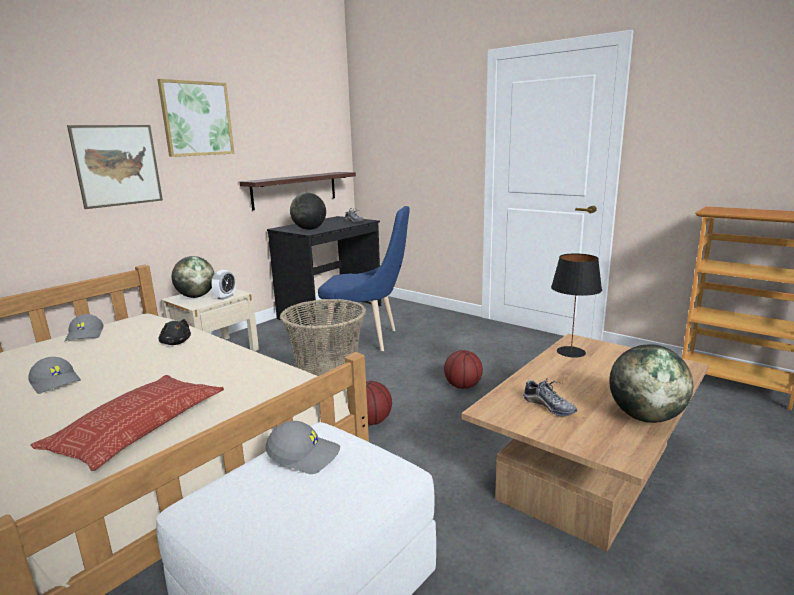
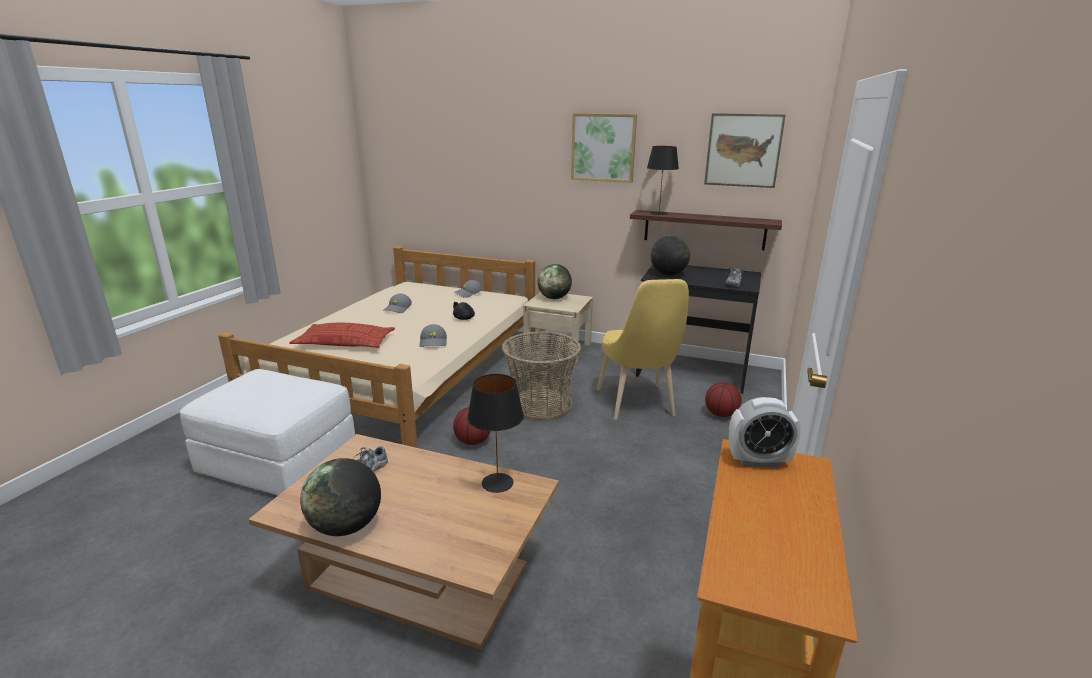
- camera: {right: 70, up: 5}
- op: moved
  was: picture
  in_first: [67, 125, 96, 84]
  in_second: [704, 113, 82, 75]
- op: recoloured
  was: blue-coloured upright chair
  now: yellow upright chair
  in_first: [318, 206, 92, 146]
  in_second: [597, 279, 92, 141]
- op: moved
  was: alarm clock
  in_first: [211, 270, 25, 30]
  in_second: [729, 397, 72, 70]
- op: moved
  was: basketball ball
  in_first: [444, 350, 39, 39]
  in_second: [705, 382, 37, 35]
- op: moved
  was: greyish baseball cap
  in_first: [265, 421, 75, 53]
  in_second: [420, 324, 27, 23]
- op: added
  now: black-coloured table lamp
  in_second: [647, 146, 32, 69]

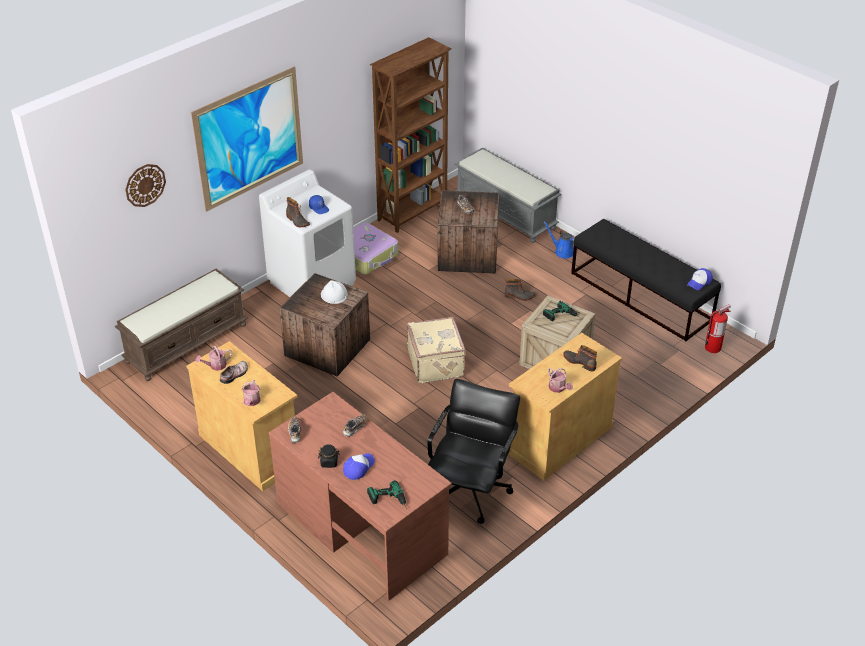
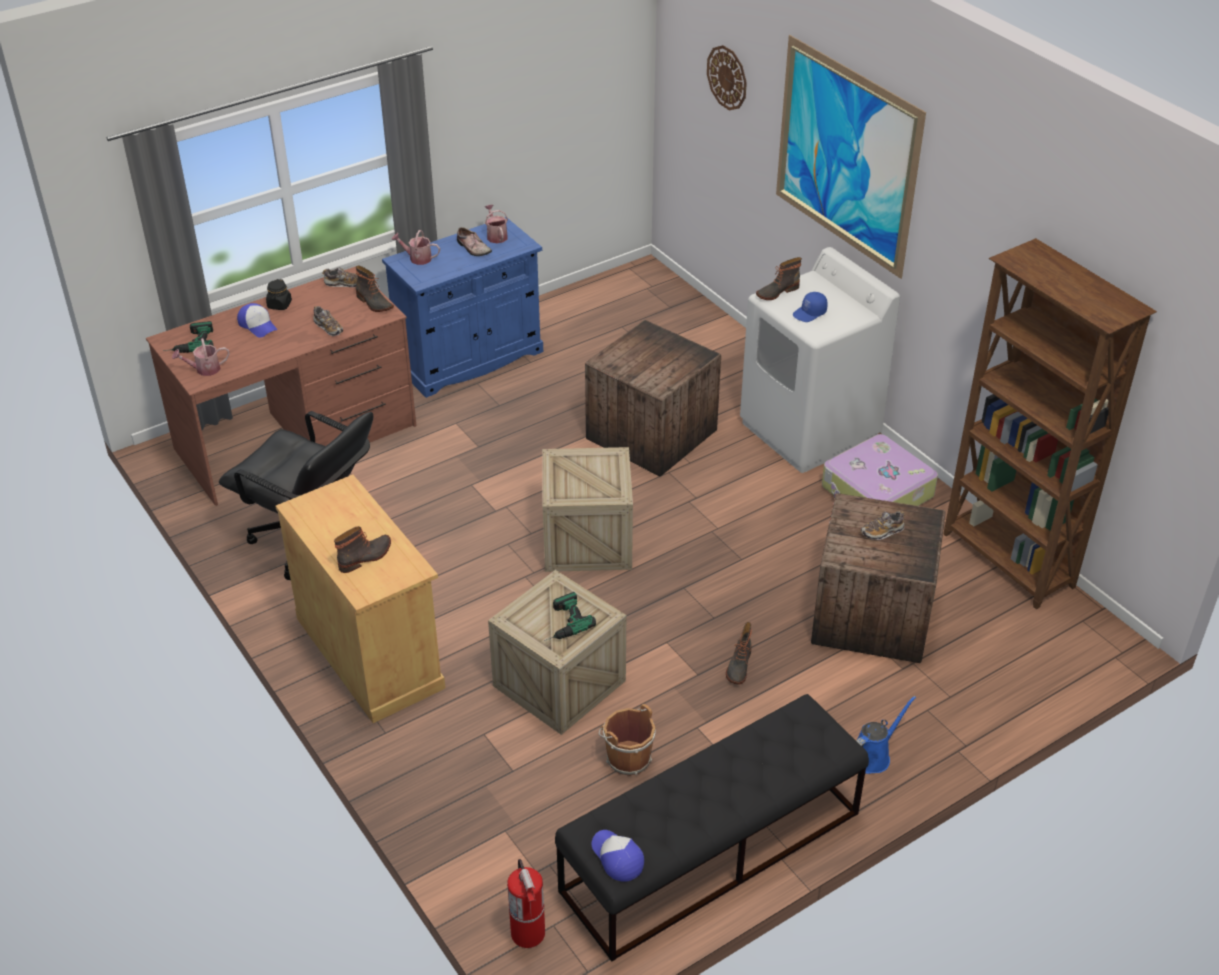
- camera: {right: 100, up: 0}
- op: removed
  was: greyish bench
  in_first: [455, 148, 106, 95]
- op: removed
  was: brownish bench
  in_first: [115, 269, 133, 112]
- op: removed
  was: white safety helmet
  in_first: [321, 280, 27, 24]
- op: replaced
  was: sand-coloured suitcase
  now: shipping crate
  in_first: [407, 317, 59, 66]
  in_second: [542, 447, 91, 125]
- op: recoloured
  was: sand-coloured cabinet
  now: blue-coloured cabinet
  in_first: [186, 341, 112, 150]
  in_second: [382, 217, 161, 181]
- op: moved
  was: watering pot
  in_first: [548, 368, 24, 25]
  in_second: [172, 338, 58, 38]
- op: added
  now: boot
  in_second: [356, 265, 38, 47]
- op: added
  now: brownish bucket
  in_second: [599, 704, 57, 72]

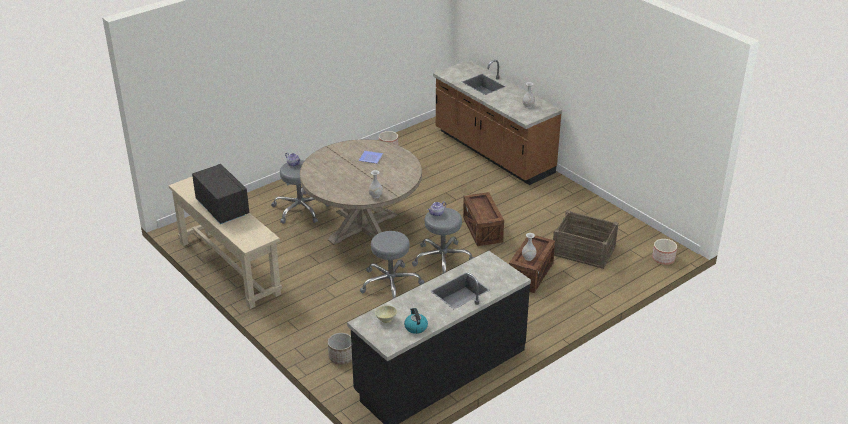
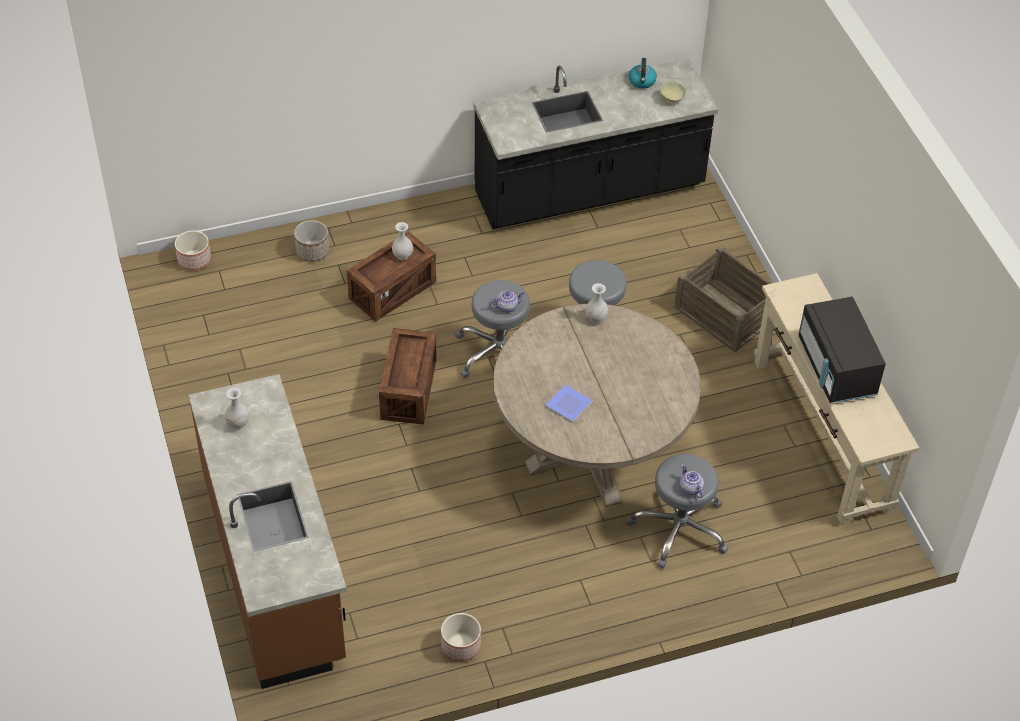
- camera: {right: -160, up: 15}
- op: moved
  was: shipping crate
  in_first: [553, 210, 65, 59]
  in_second: [674, 245, 97, 107]
- op: moved
  was: plant pot
  in_first: [328, 333, 24, 31]
  in_second: [294, 220, 35, 42]

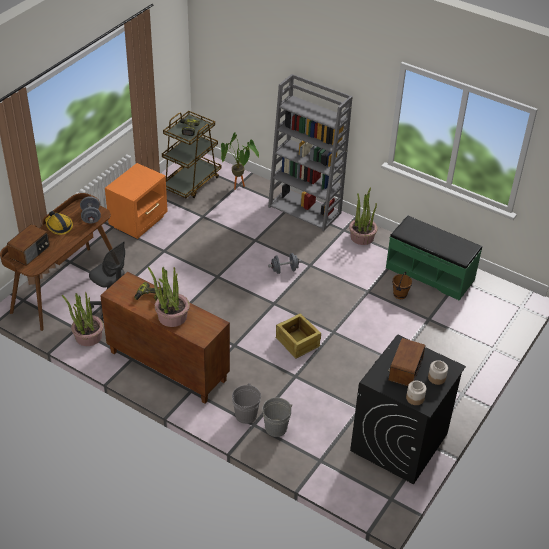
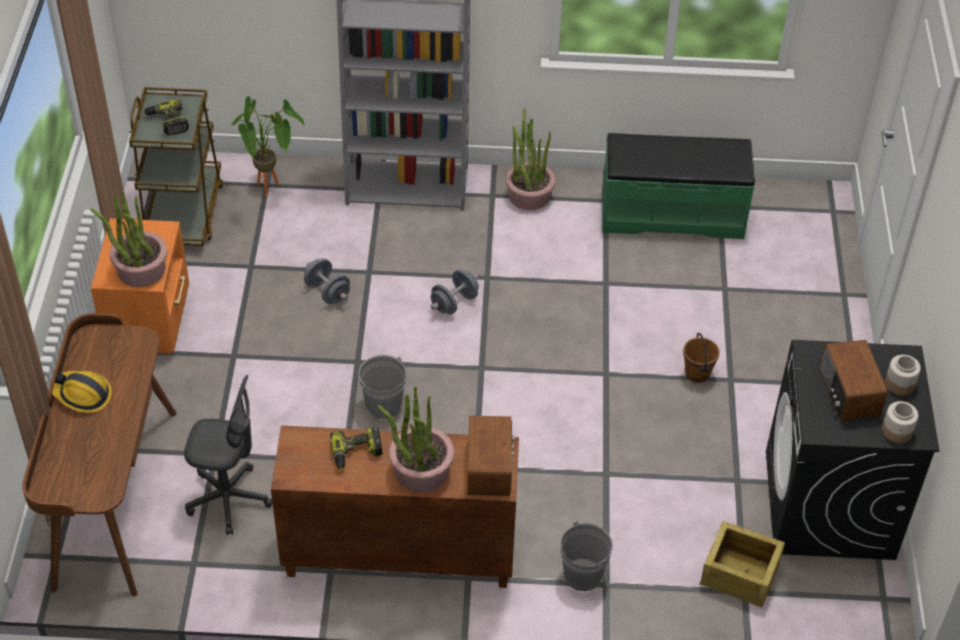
- camera: {right: -30, up: 5}
- op: moved
  was: greyish dumbbell
  in_first: [80, 196, 21, 28]
  in_second: [304, 259, 46, 45]
- op: moved
  was: radio
  in_first: [7, 224, 43, 42]
  in_second: [467, 416, 48, 80]
- op: moved
  was: brownish bucket
  in_first: [392, 272, 20, 27]
  in_second: [683, 333, 37, 50]
- op: moved
  was: potted plant
  in_first: [62, 292, 42, 54]
  in_second: [90, 191, 77, 96]
- op: moved
  was: shipping crate
  in_first: [275, 313, 46, 46]
  in_second: [699, 521, 86, 86]
- op: moved
  was: greyish bucket
  in_first: [261, 398, 32, 39]
  in_second: [358, 355, 48, 64]

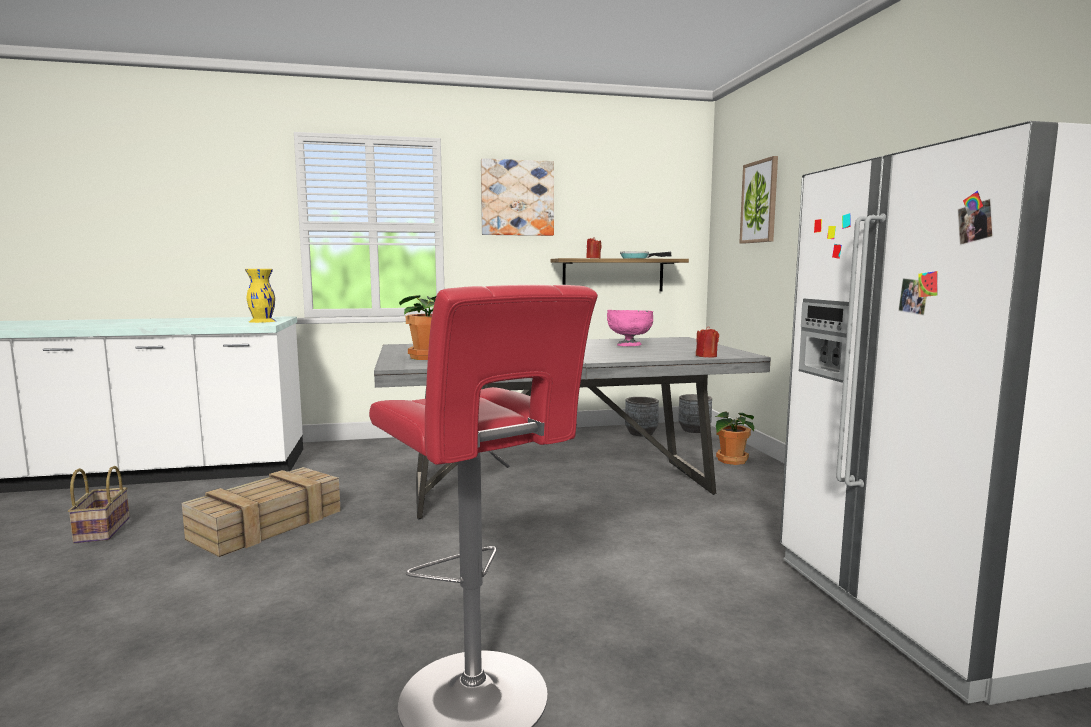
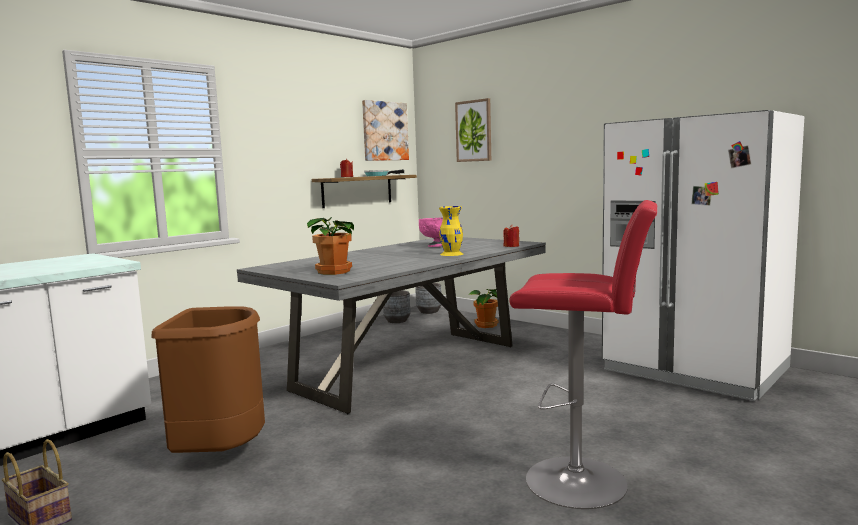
- camera: {right: -35, up: 0}
- op: moved
  was: picture
  in_first: [481, 158, 73, 78]
  in_second: [362, 100, 47, 61]
- op: moved
  was: yellow vase
  in_first: [245, 269, 31, 54]
  in_second: [439, 206, 24, 50]
- op: replaced
  was: shipping crate
  now: brownish trash can
  in_first: [182, 467, 159, 90]
  in_second: [151, 306, 114, 147]

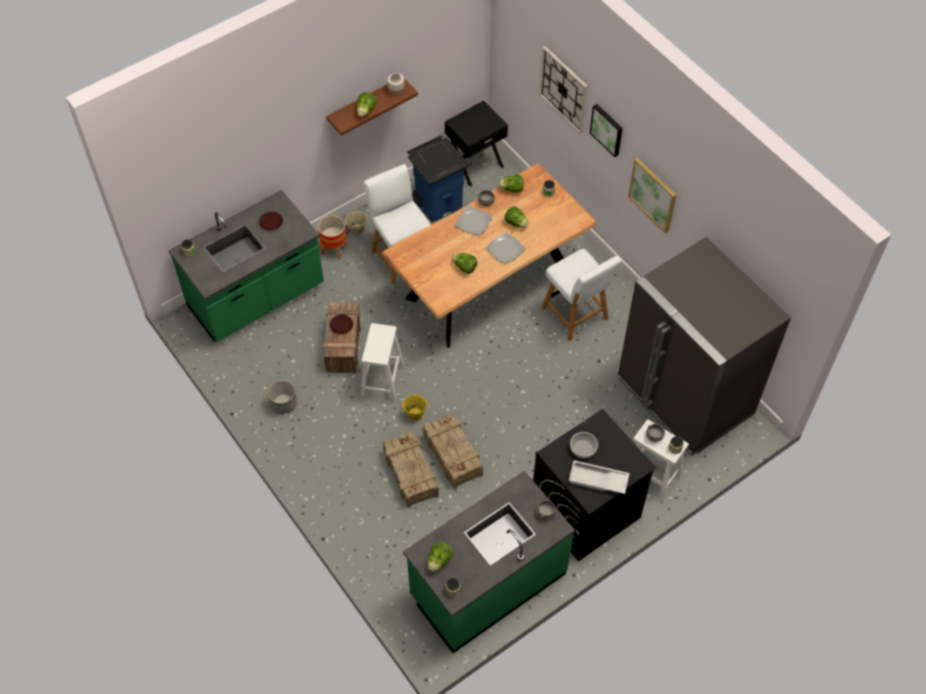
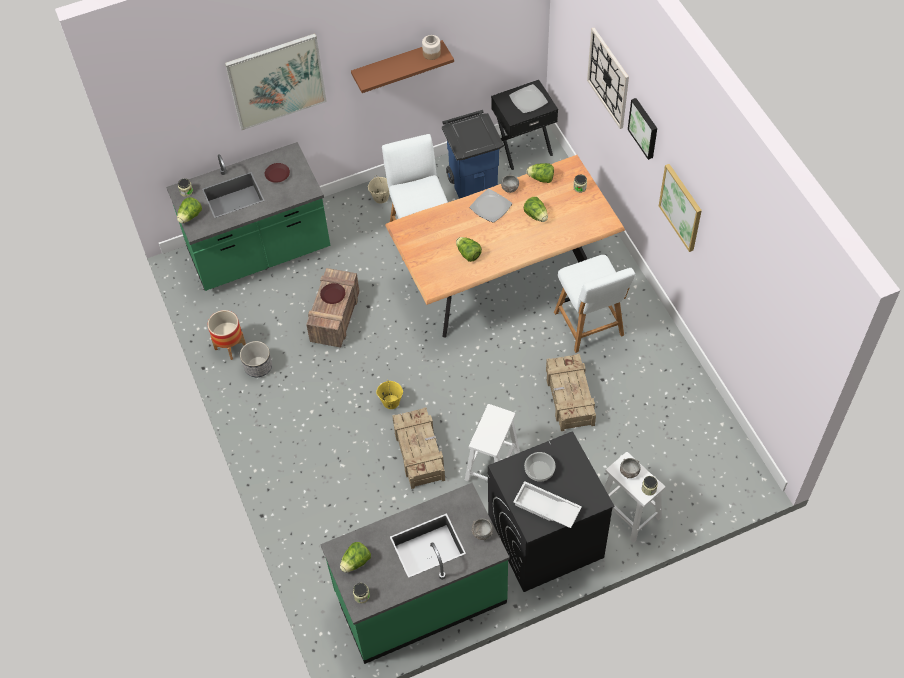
- camera: {right: 15, up: 0}
- op: moved
  was: lettuce
  in_first: [357, 92, 20, 25]
  in_second: [177, 197, 25, 26]
- op: moved
  was: plant pot
  in_first: [318, 215, 30, 45]
  in_second: [208, 310, 38, 50]
- op: moved
  was: dinner plate
  in_first: [485, 232, 40, 32]
  in_second: [509, 84, 39, 29]
- op: removed
  was: greyish fridge
  in_first: [618, 237, 173, 219]
- op: moved
  was: white stool
  in_first: [361, 323, 43, 78]
  in_second: [465, 404, 55, 78]
- op: moved
  was: shipping crate
  in_first: [383, 431, 55, 77]
  in_second: [546, 354, 50, 77]
- op: added
  now: picture
  in_second: [225, 33, 102, 97]

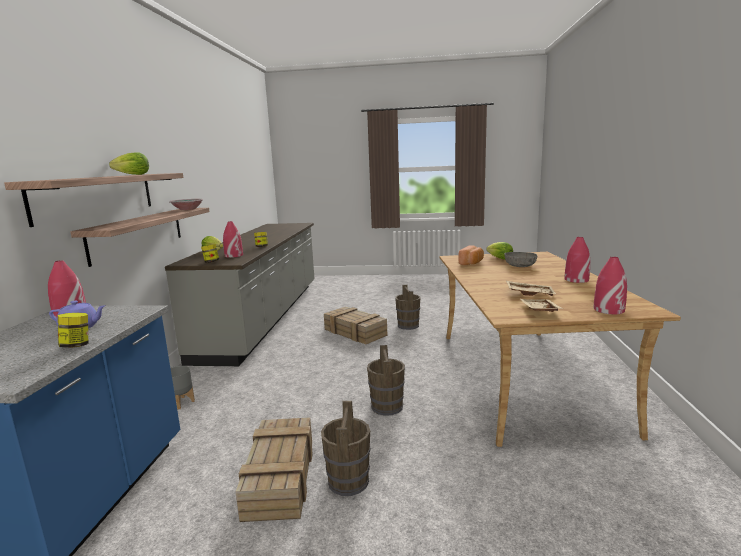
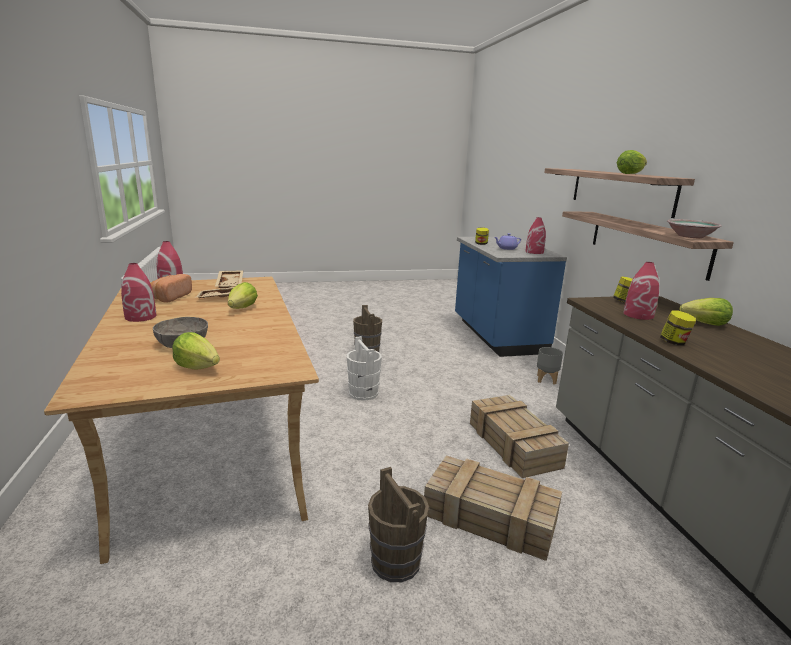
- camera: {right: 160, up: 5}
- op: moved
  was: bakery bread
  in_first: [458, 245, 26, 20]
  in_second: [151, 274, 41, 29]
- op: recoloured
  was: brownish bucket
  now: white bucket
  in_first: [367, 345, 38, 71]
  in_second: [347, 336, 35, 65]
- op: moved
  was: shipping crate
  in_first: [235, 417, 78, 105]
  in_second: [470, 395, 99, 83]
- op: added
  now: lettuce
  in_second: [228, 282, 30, 27]

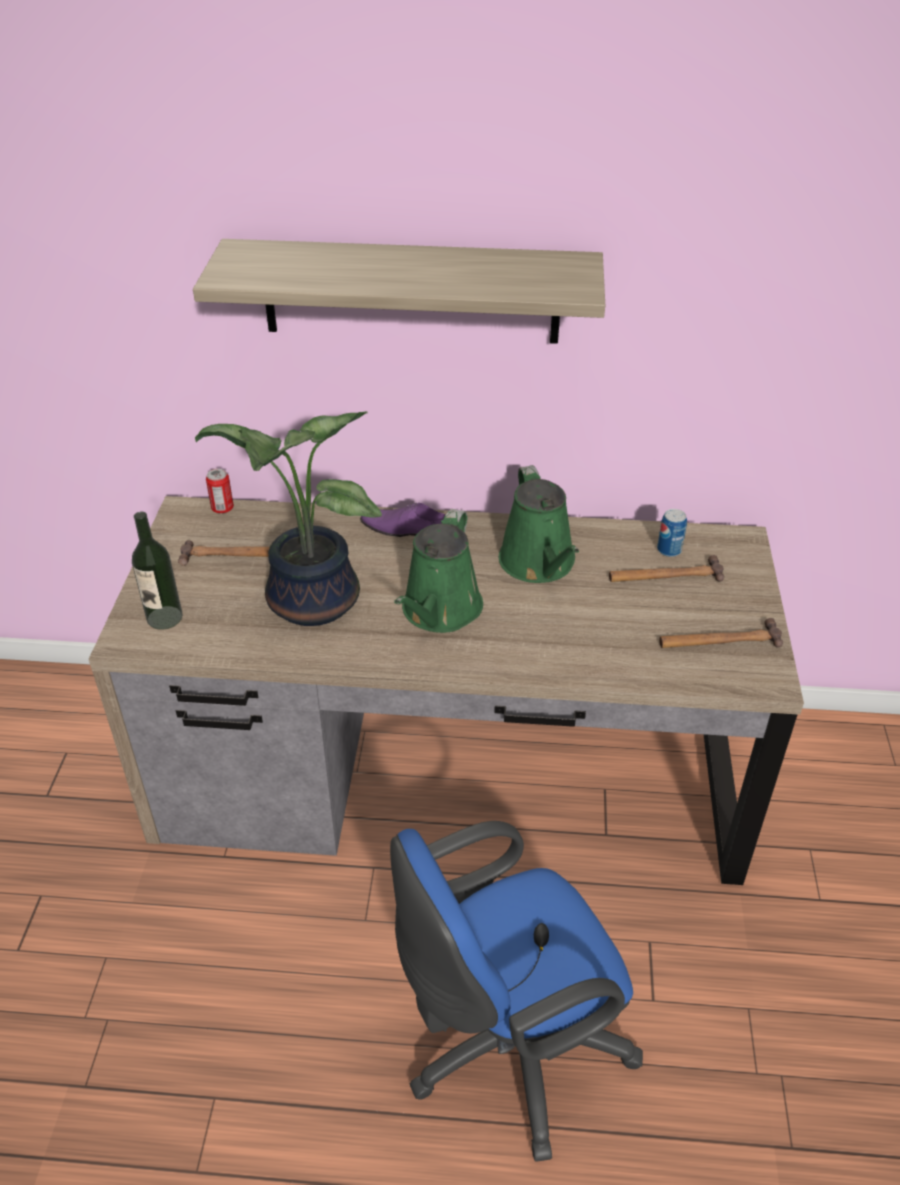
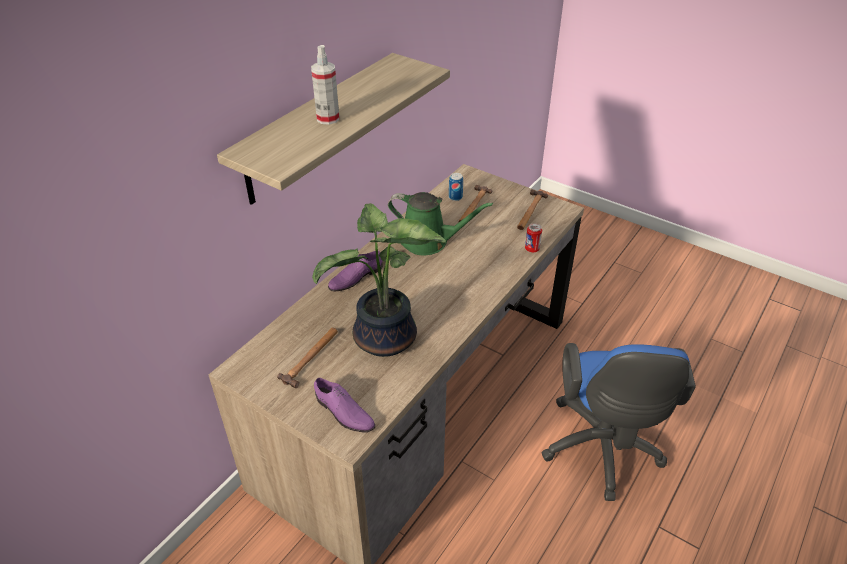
- camera: {right: -60, up: 0}
- op: moved
  was: sealed can
  in_first: [206, 469, 28, 45]
  in_second: [525, 223, 17, 29]
- op: removed
  was: greenish watering pot
  in_first: [394, 509, 89, 124]
- op: replaced
  was: beverage bottle
  now: purple low shoe
  in_first: [132, 512, 50, 118]
  in_second: [314, 378, 61, 54]
- op: added
  now: sprayer
  in_second: [311, 45, 29, 80]

